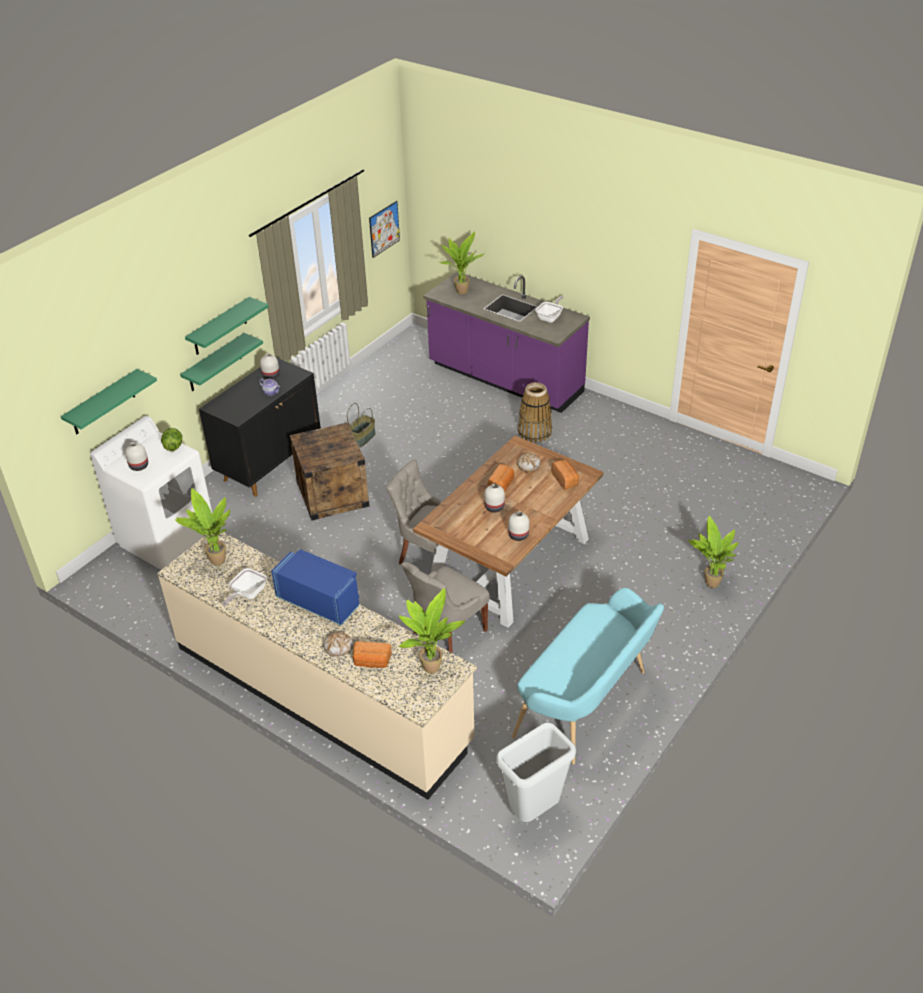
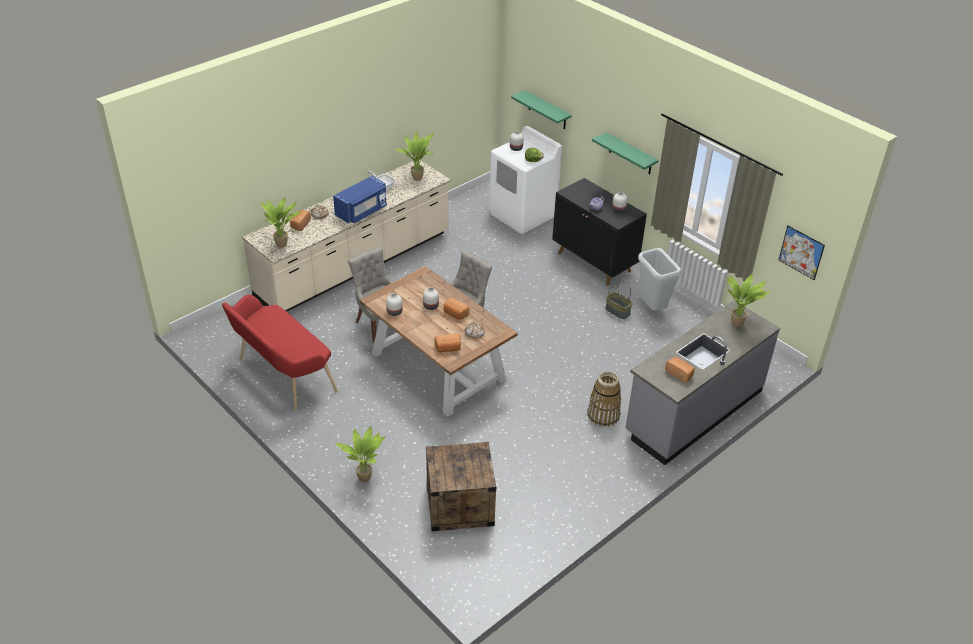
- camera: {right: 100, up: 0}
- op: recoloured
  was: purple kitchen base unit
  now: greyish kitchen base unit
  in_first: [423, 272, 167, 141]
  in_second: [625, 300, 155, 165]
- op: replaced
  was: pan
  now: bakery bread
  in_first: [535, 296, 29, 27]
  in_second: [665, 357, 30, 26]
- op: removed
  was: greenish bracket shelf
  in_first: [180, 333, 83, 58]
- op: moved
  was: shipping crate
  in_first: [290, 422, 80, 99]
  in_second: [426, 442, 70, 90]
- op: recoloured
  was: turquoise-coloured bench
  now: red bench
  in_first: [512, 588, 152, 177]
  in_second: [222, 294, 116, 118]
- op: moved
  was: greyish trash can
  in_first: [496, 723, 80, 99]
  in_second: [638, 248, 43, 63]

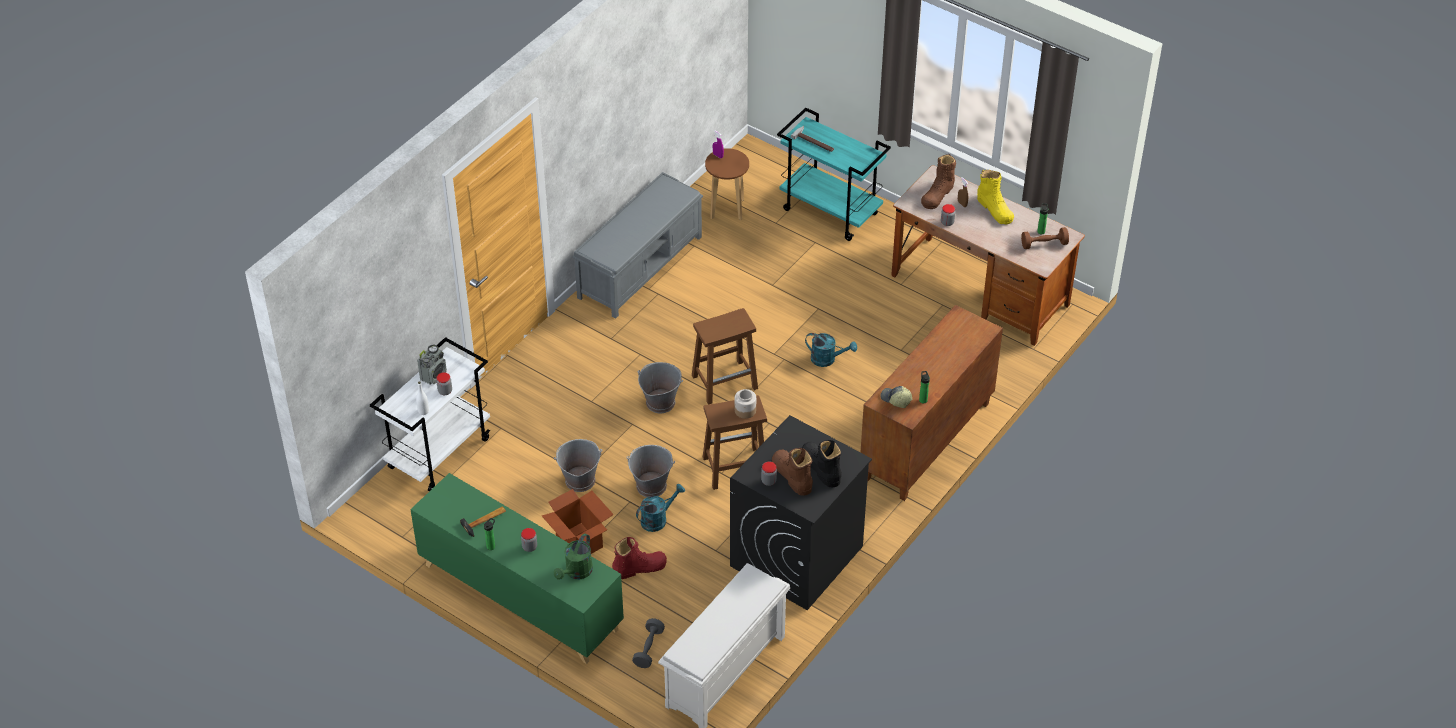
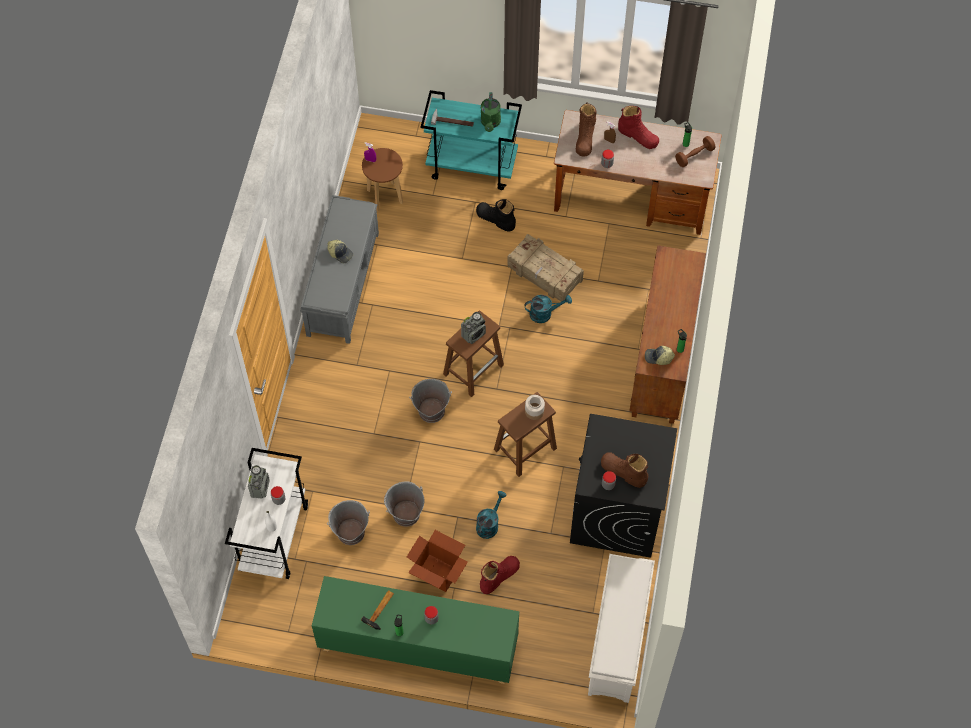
- camera: {right: -25, up: 15}
- op: recoloured
  was: yellow boot
  now: red boot
  in_first: [977, 170, 37, 54]
  in_second: [618, 106, 41, 43]
- op: moved
  was: black-coloured boot
  in_first: [802, 440, 40, 47]
  in_second: [476, 199, 40, 33]
- op: moved
  was: greyish bucket
  in_first: [626, 445, 49, 52]
  in_second: [327, 500, 43, 45]
- op: moved
  was: greenish watering pot
  in_first: [554, 533, 39, 47]
  in_second: [481, 92, 20, 40]
- op: removed
  was: greyish dumbbell
  in_first: [632, 618, 33, 50]
- op: added
  now: shipping crate
  in_second: [507, 234, 77, 68]
- op: added
  now: baseball cap
  in_second: [327, 240, 26, 23]
- op: added
  now: radio
  in_second: [461, 312, 25, 32]

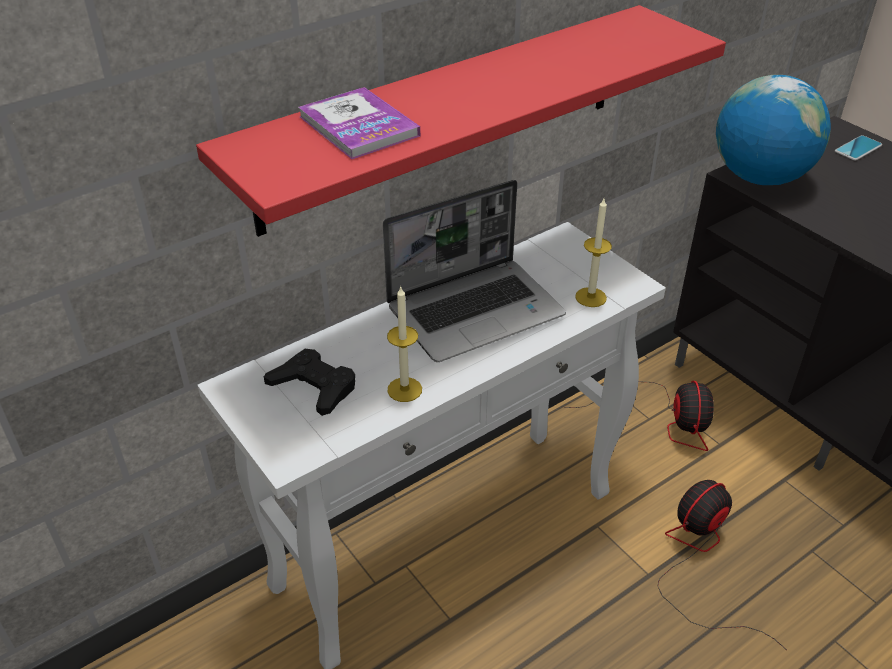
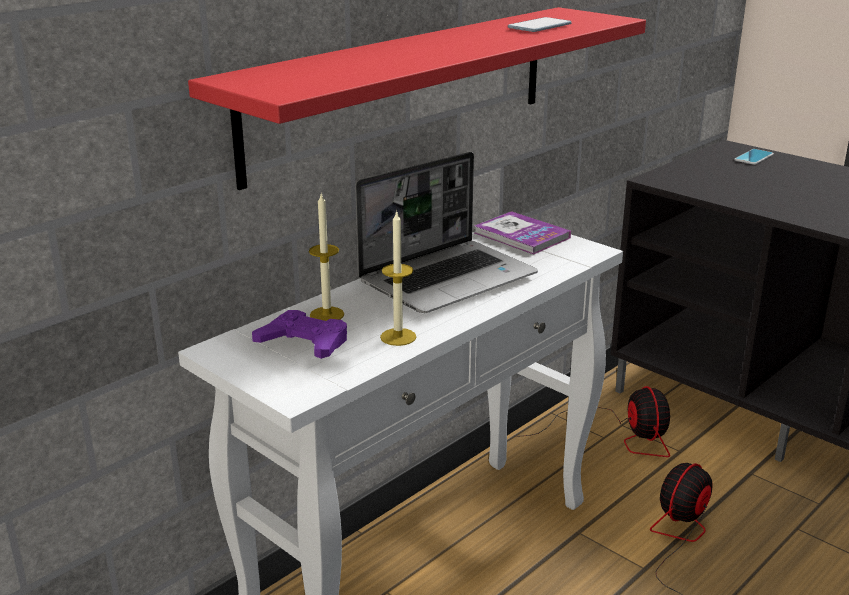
- camera: {right: -10, up: -15}
- op: removed
  was: world globe
  in_first: [716, 75, 115, 110]
- op: moved
  was: book
  in_first: [299, 87, 121, 72]
  in_second: [475, 211, 96, 43]
- op: moved
  was: candle
  in_first: [575, 199, 37, 108]
  in_second: [309, 194, 35, 127]
- op: recoloured
  was: black-coloured gamepad
  now: purple gamepad
  in_first: [264, 349, 91, 67]
  in_second: [252, 310, 95, 49]
- op: added
  now: phone
  in_second: [508, 17, 63, 15]

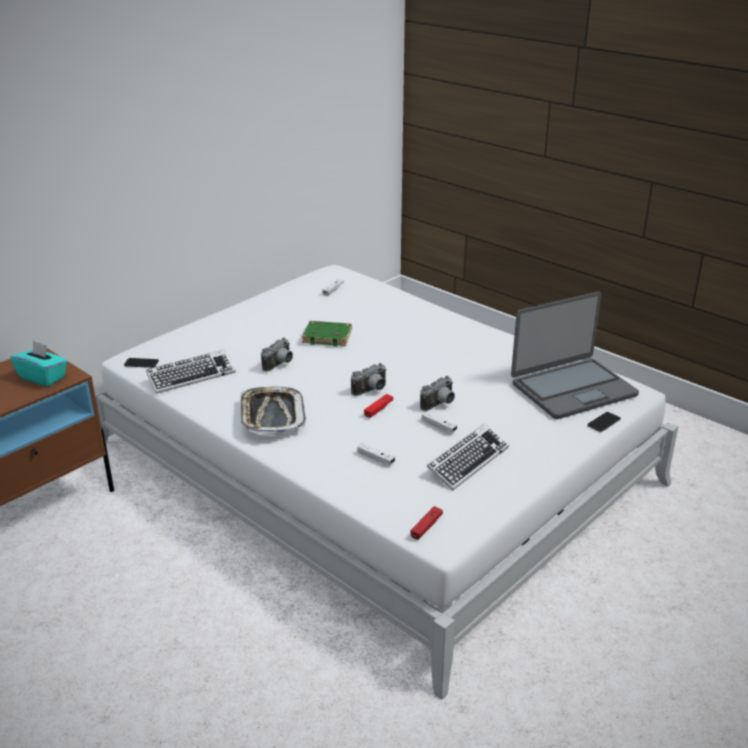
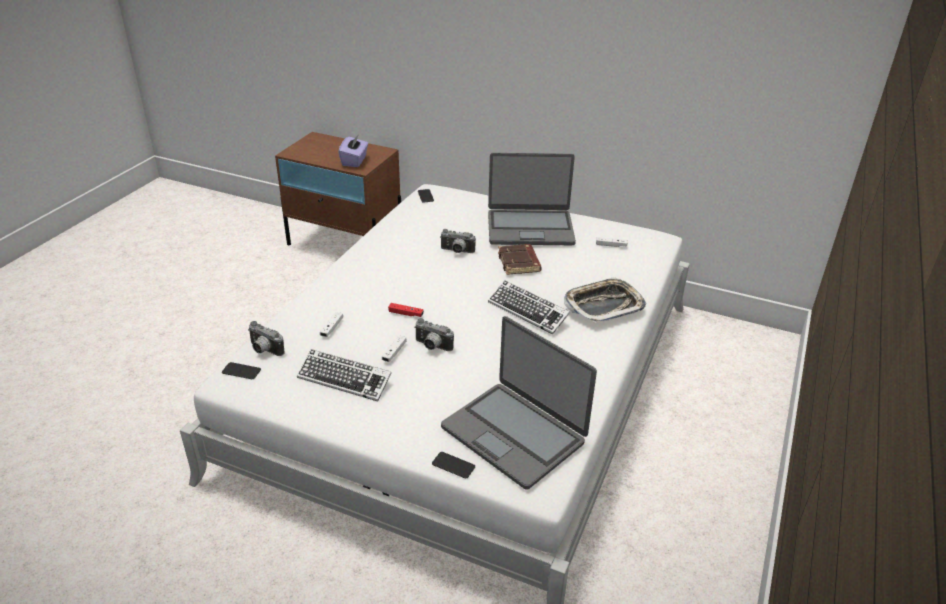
- camera: {right: 70, up: 5}
- op: recoloured
  was: greenish book
  now: brownish book
  in_first: [302, 321, 50, 25]
  in_second: [498, 244, 44, 31]
- op: recoloured
  was: turquoise-coloured tissue box
  now: purple tissue box
  in_first: [10, 340, 58, 47]
  in_second: [338, 134, 30, 33]
- op: moved
  was: keyboard
  in_first: [146, 350, 89, 44]
  in_second: [488, 281, 82, 53]
- op: moved
  was: still camera
  in_first: [351, 363, 36, 33]
  in_second: [249, 321, 35, 35]
- op: moved
  was: tray
  in_first: [241, 387, 65, 49]
  in_second: [564, 277, 82, 46]
- op: replaced
  was: red gamepad
  now: phone
  in_first: [410, 506, 33, 34]
  in_second: [222, 362, 39, 17]
- op: added
  now: portable computer
  in_second: [488, 153, 88, 92]

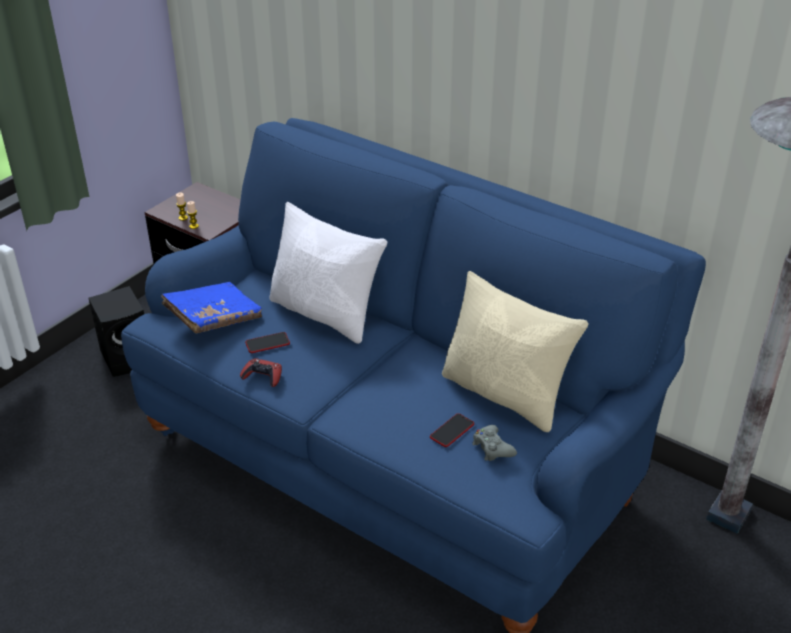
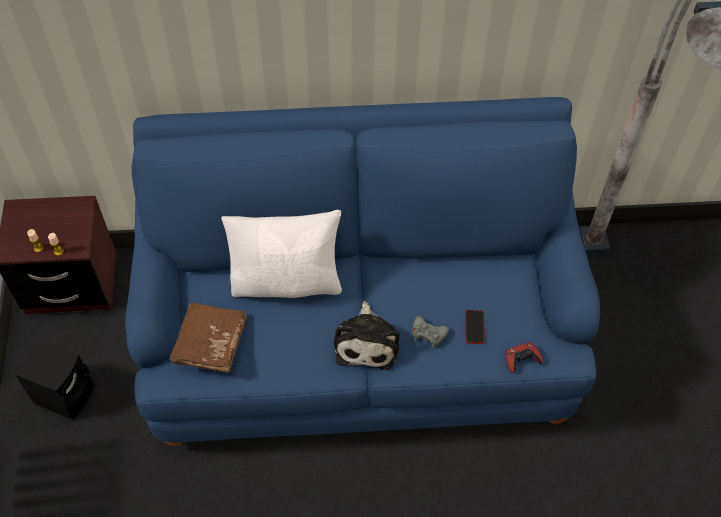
- camera: {right: -40, up: 20}
- op: removed
  was: sand-coloured throw pillow
  in_first: [442, 271, 146, 161]
- op: recoloured
  was: blue-coloured book
  now: brownish book
  in_first: [161, 282, 101, 51]
  in_second: [170, 303, 77, 70]
- op: removed
  was: phone
  in_first: [245, 332, 45, 21]
- op: moved
  was: red gamepad
  in_first: [240, 358, 42, 29]
  in_second: [506, 342, 37, 31]
- op: moved
  was: greyish gamepad
  in_first: [472, 425, 45, 36]
  in_second: [412, 316, 37, 32]
- op: added
  now: plush toy
  in_second: [334, 301, 66, 69]

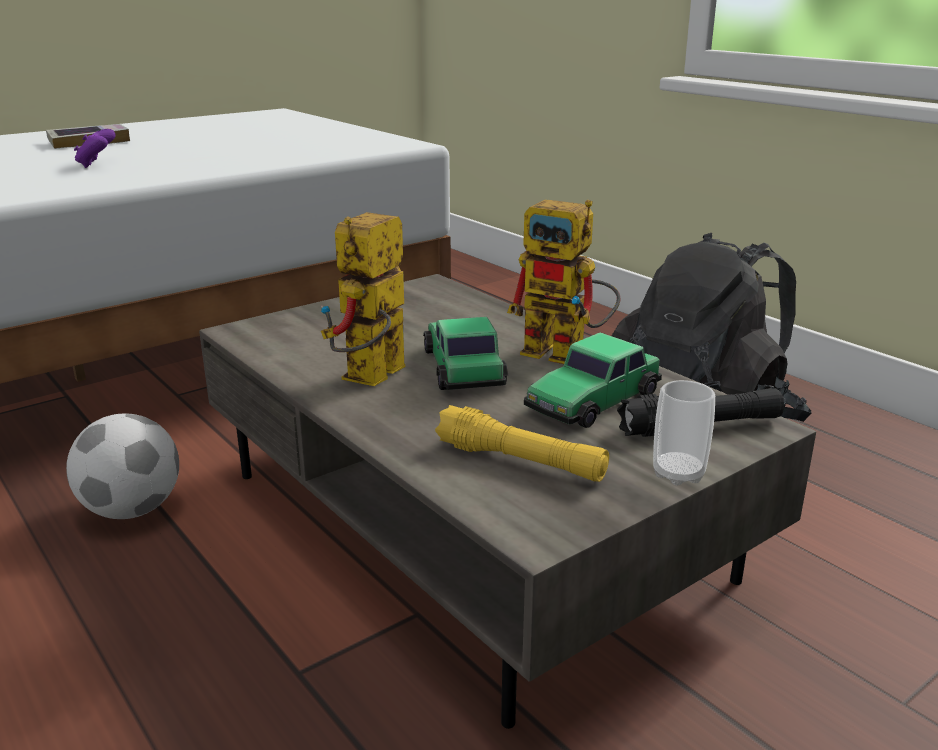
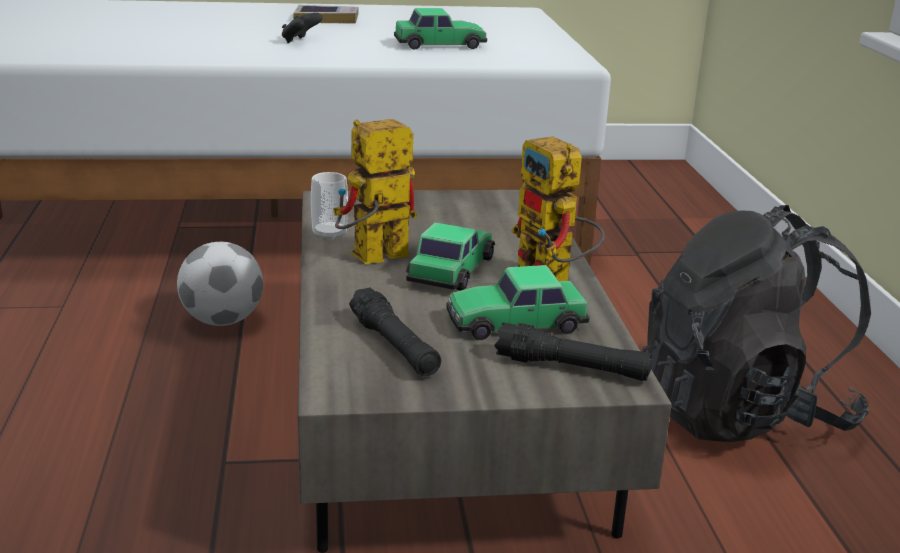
- camera: {right: 30, up: 0}
- op: recoloured
  was: purple gamepad
  now: black-coloured gamepad
  in_first: [74, 129, 41, 39]
  in_second: [282, 13, 40, 30]
- op: moved
  was: cup
  in_first: [653, 380, 62, 106]
  in_second: [311, 172, 37, 69]
- op: recoloured
  was: yellow torch
  now: black-coloured torch
  in_first: [435, 405, 174, 77]
  in_second: [349, 287, 92, 89]
- op: added
  now: toy car
  in_second: [394, 8, 93, 42]

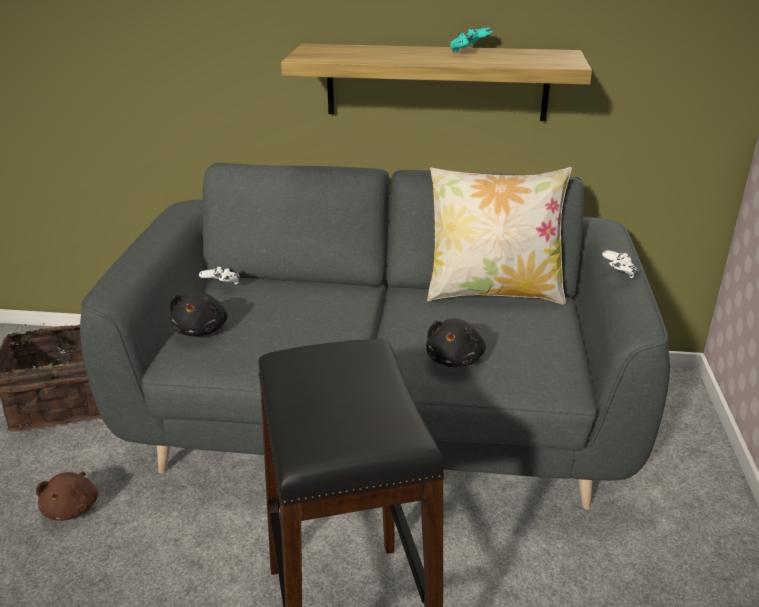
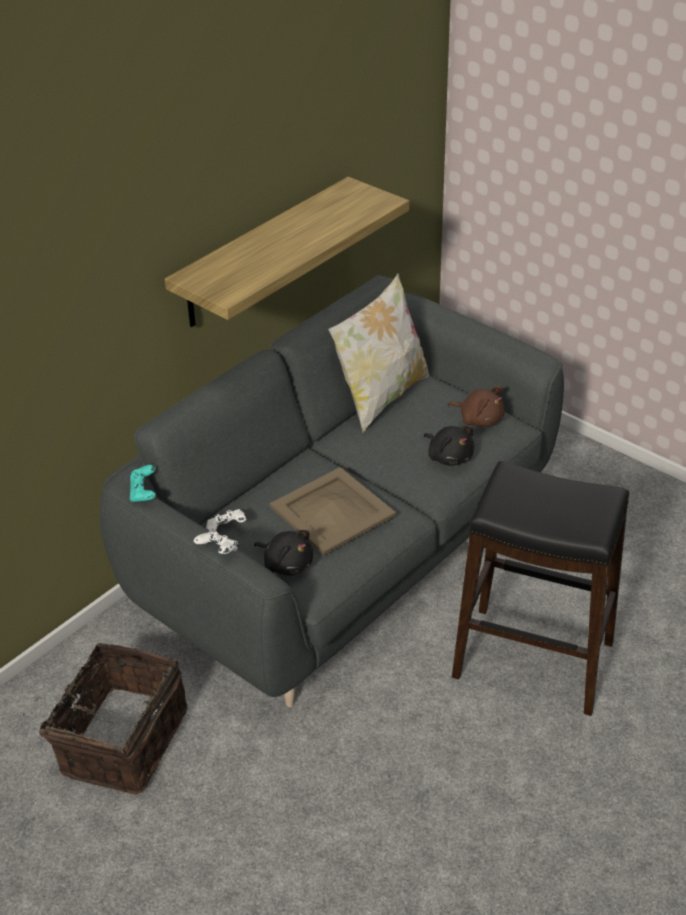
- camera: {right: -55, up: 10}
- op: moved
  was: turquoise-coloured gamepad
  in_first: [450, 28, 43, 24]
  in_second: [130, 465, 26, 37]
- op: moved
  was: white gamepad
  in_first: [602, 250, 37, 28]
  in_second: [194, 531, 45, 23]
- op: moved
  was: brownish plush toy
  in_first: [36, 471, 62, 50]
  in_second: [448, 386, 57, 41]
- op: added
  now: sand-coloured tray
  in_second: [269, 467, 127, 88]

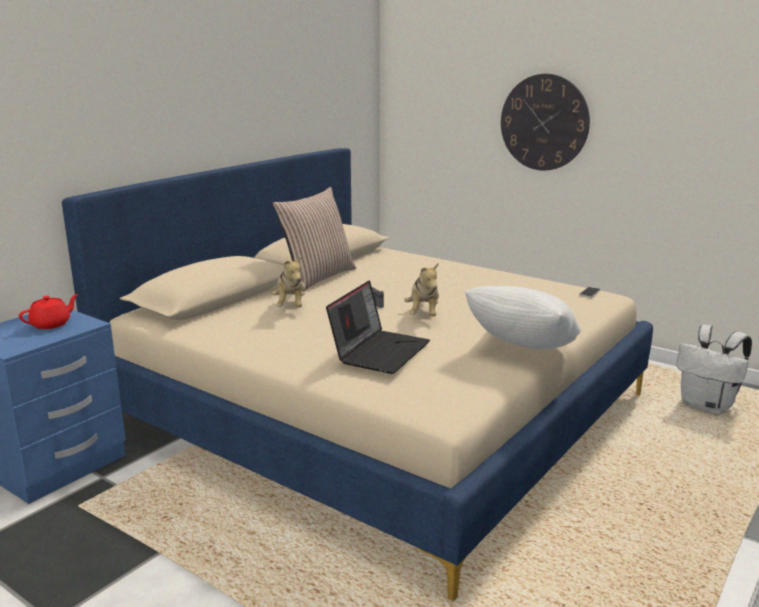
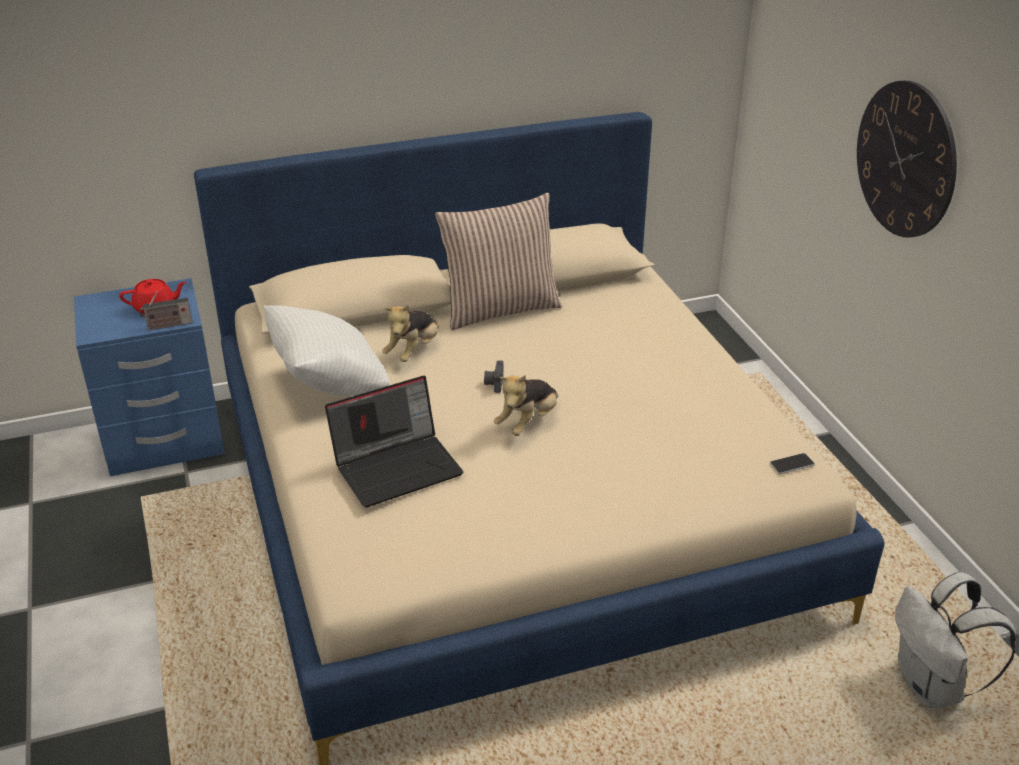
- camera: {right: 35, up: 15}
- op: moved
  was: white throw pillow
  in_first: [464, 286, 117, 63]
  in_second: [264, 305, 127, 91]
- op: added
  now: radio
  in_second: [139, 292, 54, 39]

